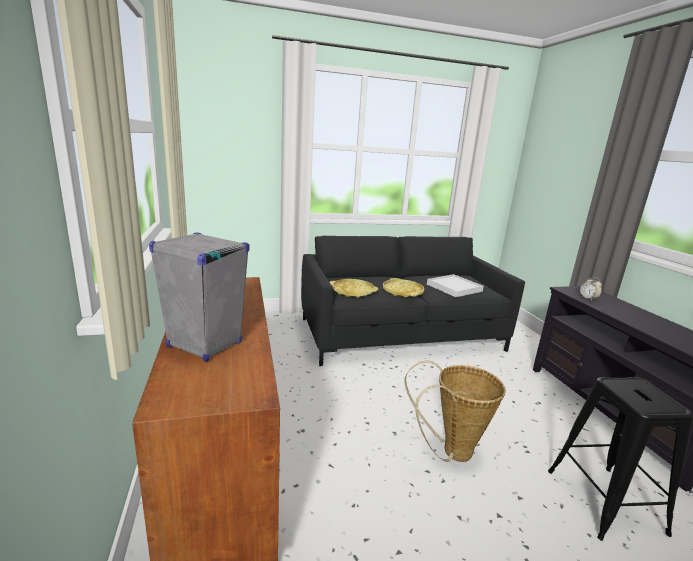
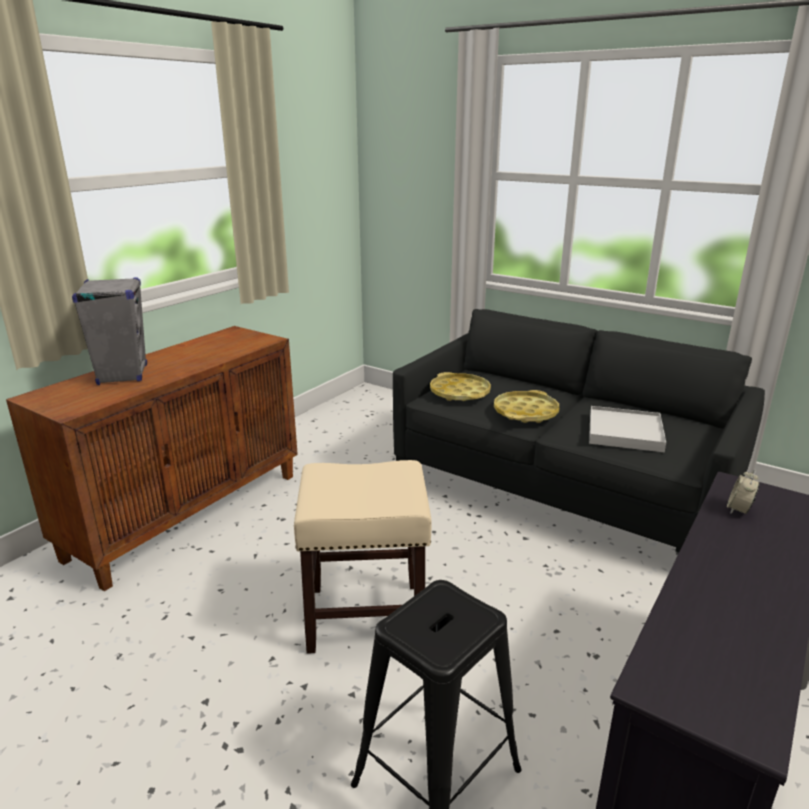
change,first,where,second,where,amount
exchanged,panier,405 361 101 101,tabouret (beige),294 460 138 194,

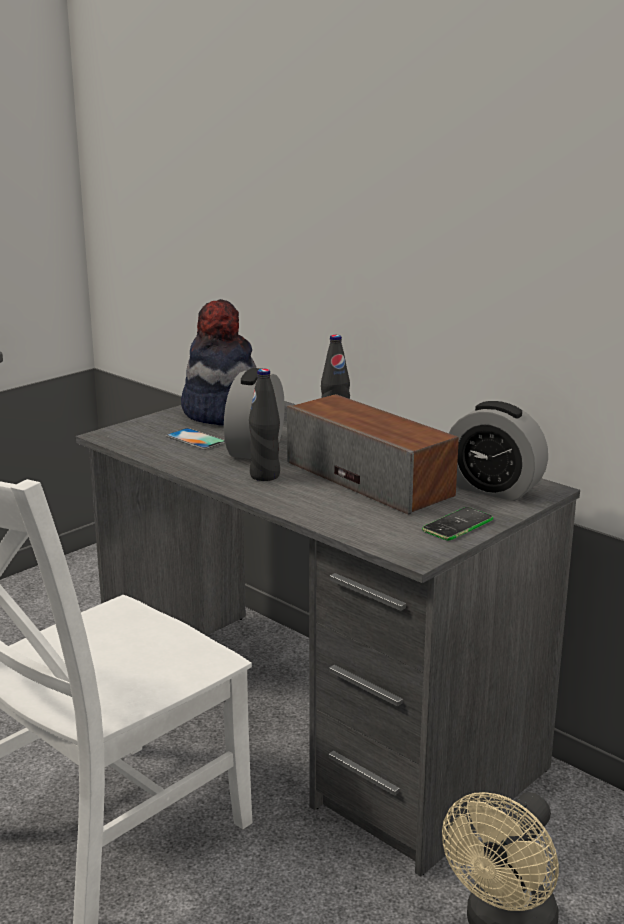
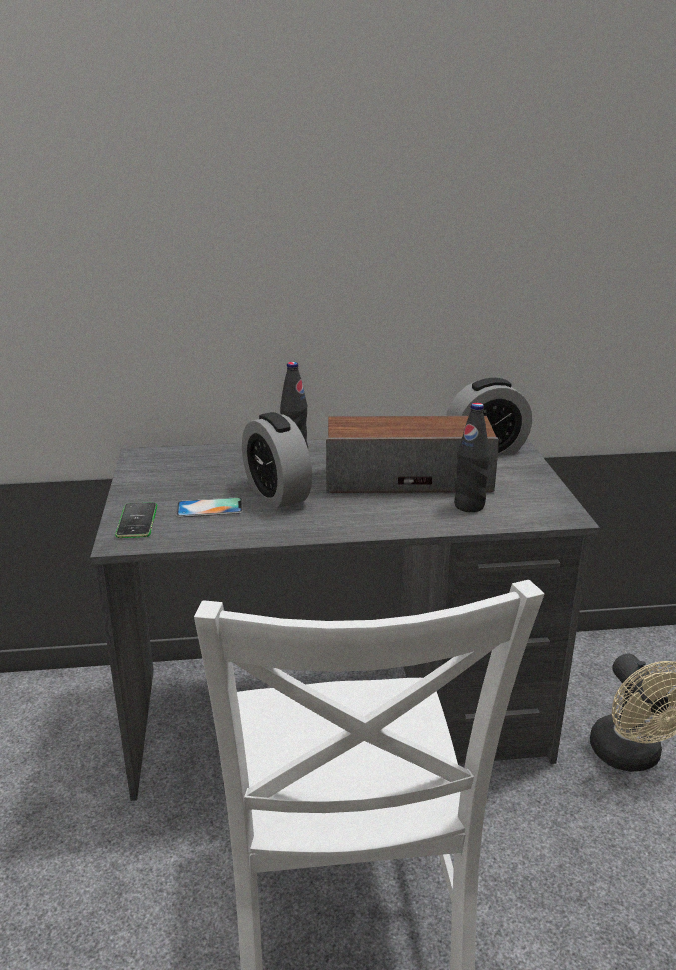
change,first,where,second,where,amount
missing,chapeau,181 299 75 127,,,
relocated,bouteille (noir),249 369 31 112,,454 403 36 109,
relocated,téléphone,422 507 71 33,,115 503 42 35,

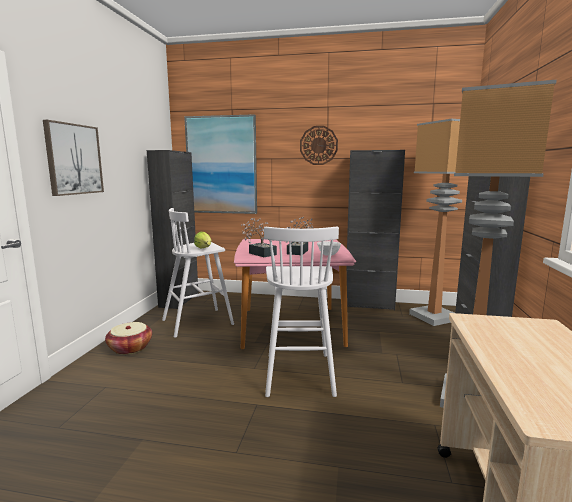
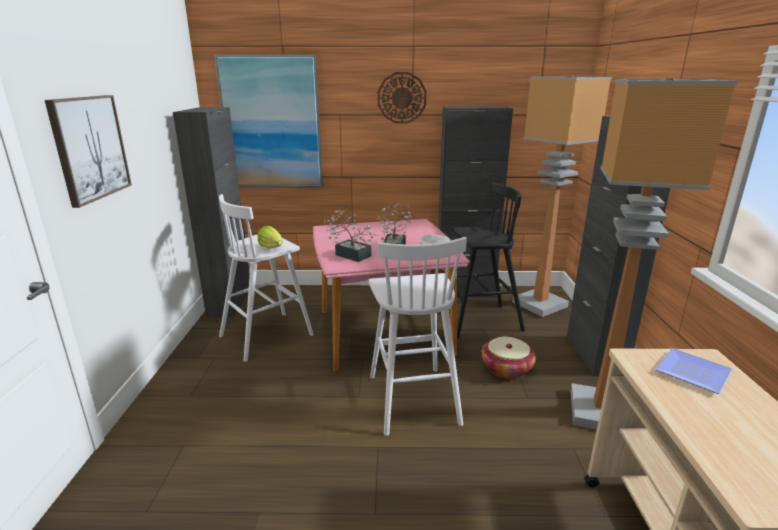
change,first,where,second,where,amount
relocated,panier,105 322 47 33,,481 337 55 42,
appeared,,,tabouret (noir),451 183 74 156,
appeared,,,assiette,655 348 78 46,

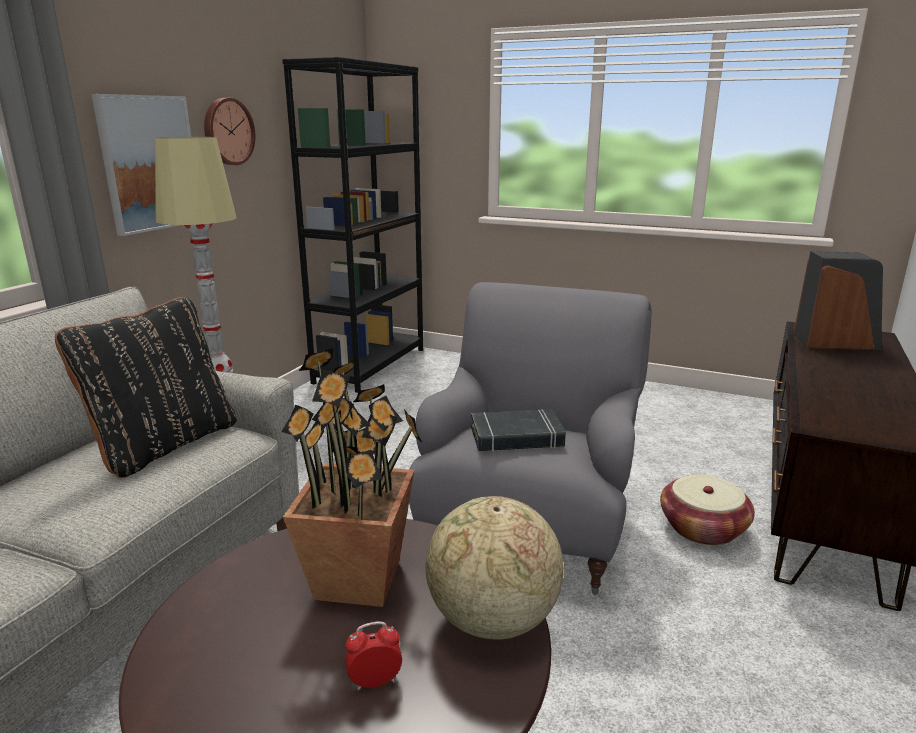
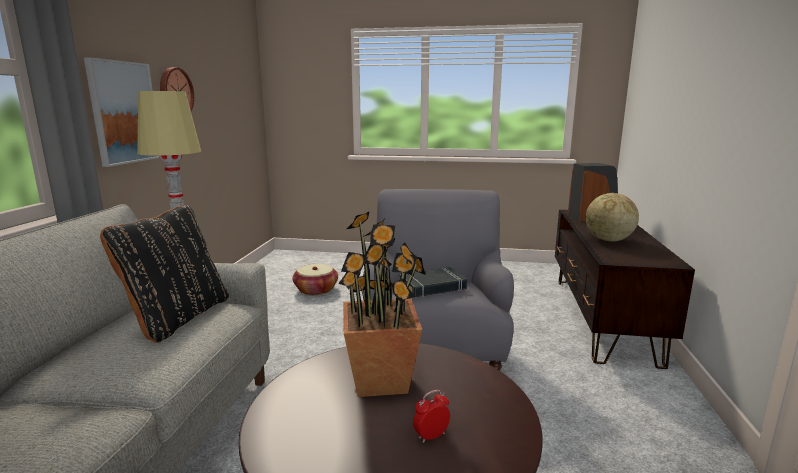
change,first,where,second,where,amount
missing,bibliothèque (noir),282 57 141 336,,,
relocated,panier,660 474 95 71,,292 264 46 31,
relocated,globe,425 496 139 144,,585 193 54 48,

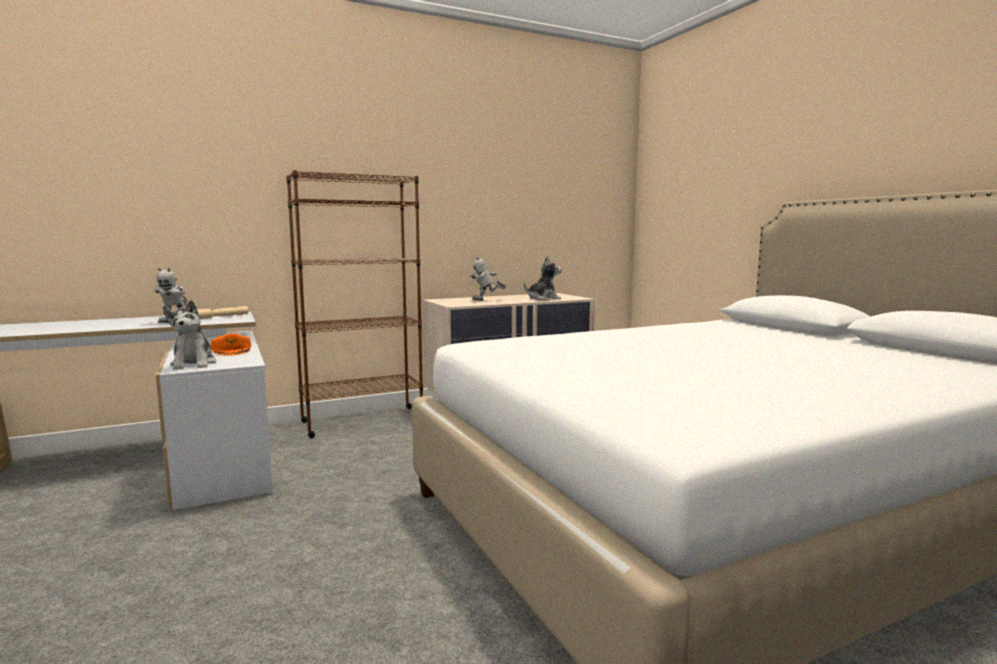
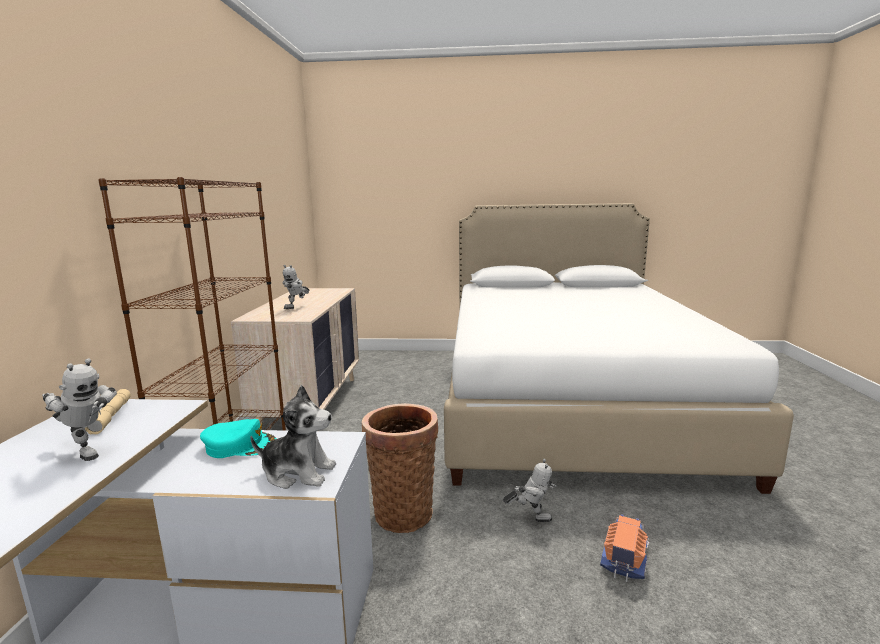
change,first,where,second,where,amount
missing,peluche,524 256 38 44,,,
colour,casquette (orange),210 333 41 23,casquette (turquoise),200 419 77 39,
appeared,,,panier,362 403 76 130,
appeared,,,robot jouet,503 459 53 63,
appeared,,,camion jouet,600 514 49 68,

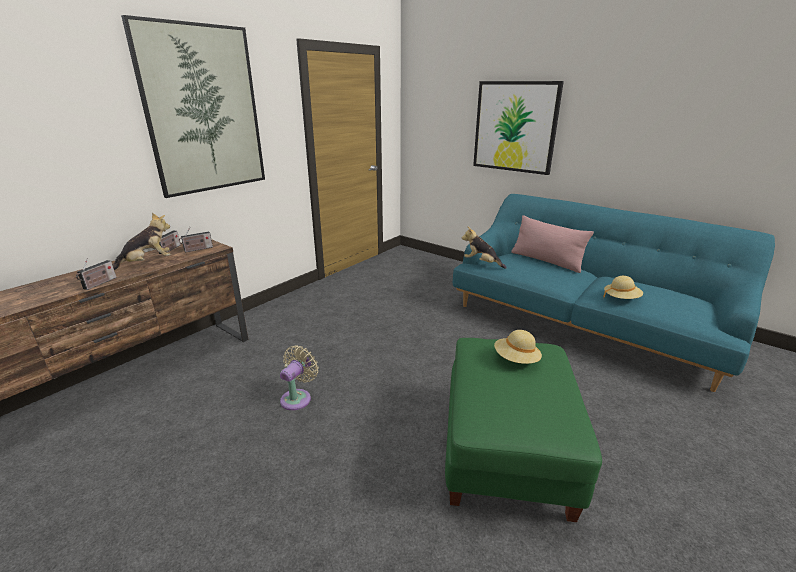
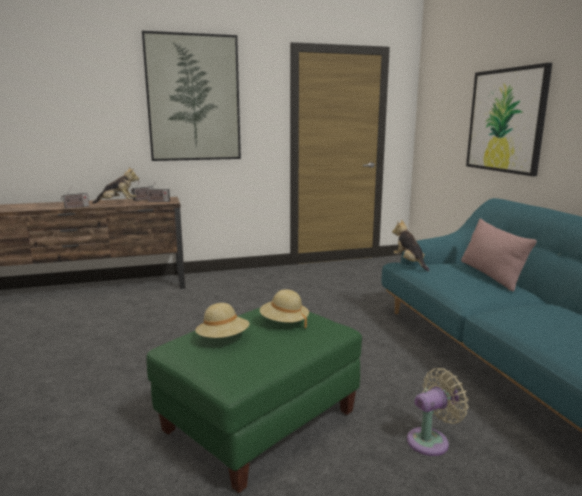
change,first,where,second,where,amount
relocated,chapeau (beige),604 276 39 23,,195 303 54 35,
relocated,ventilateur (beige),280 345 39 65,,407 368 62 88,

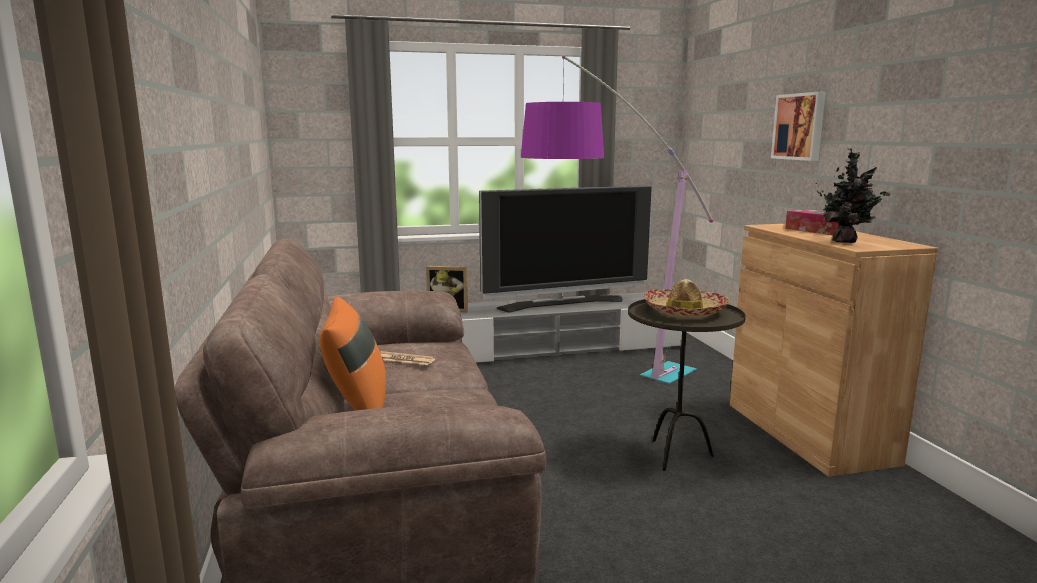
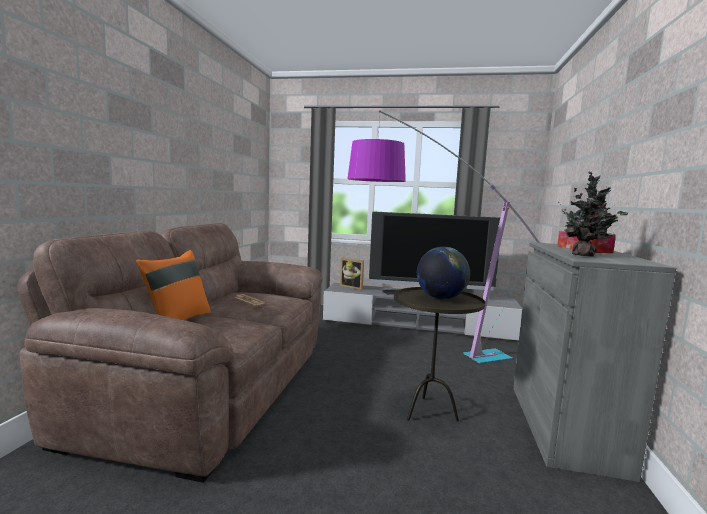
change,first,where,second,where,amount
missing,tableau,771 92 55 69,,,
colour,meuble de rangement (marron),730 224 208 253,meuble de rangement (gris),513 242 163 240,
exchanged,chapeau,643 279 87 39,globe,416 247 54 52,

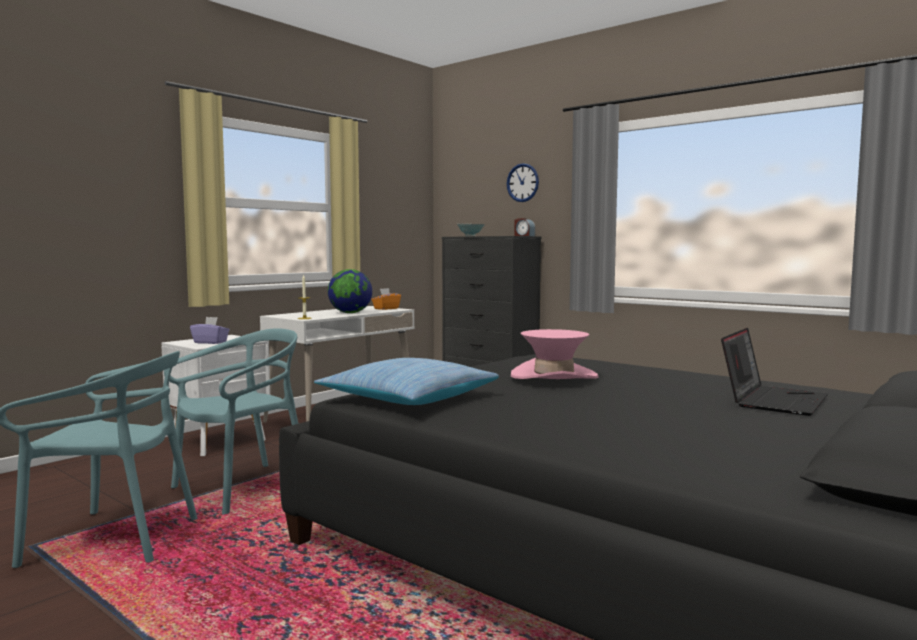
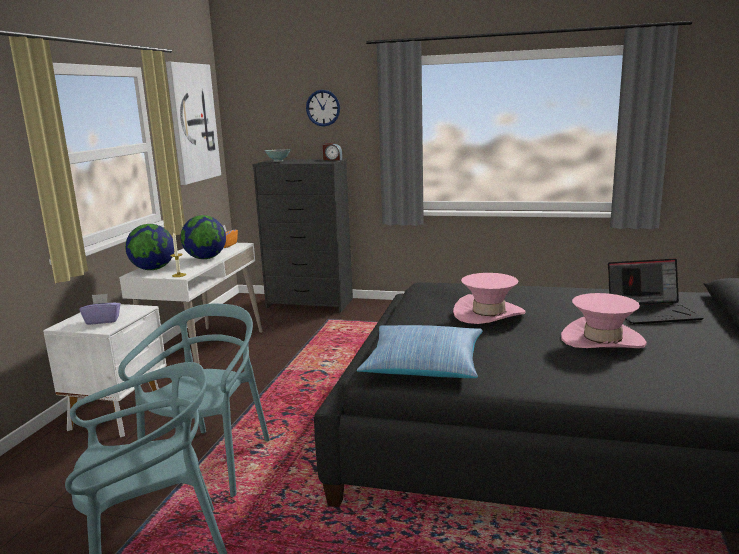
change,first,where,second,where,amount
spun,ordinateur portable,721 328 107 88,,608 258 96 66,75 degrees clockwise
appeared,,,tableau,166 62 55 123,
appeared,,,globe,125 224 49 46,
appeared,,,chapeau (rose),561 293 85 55,

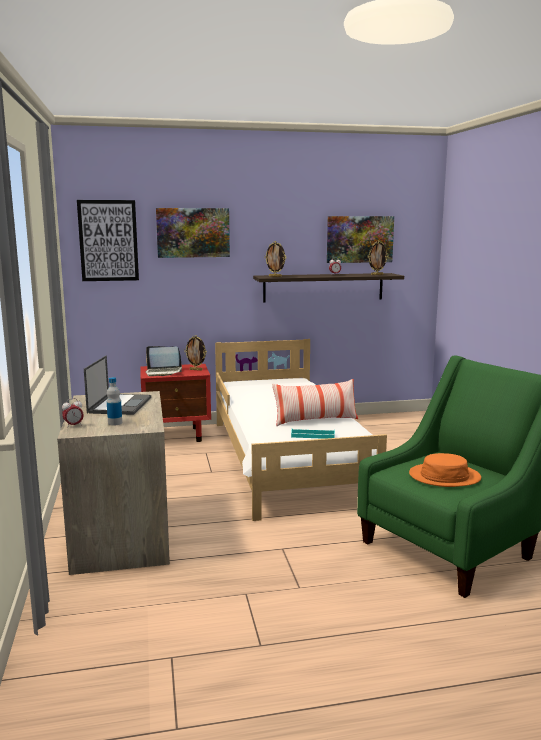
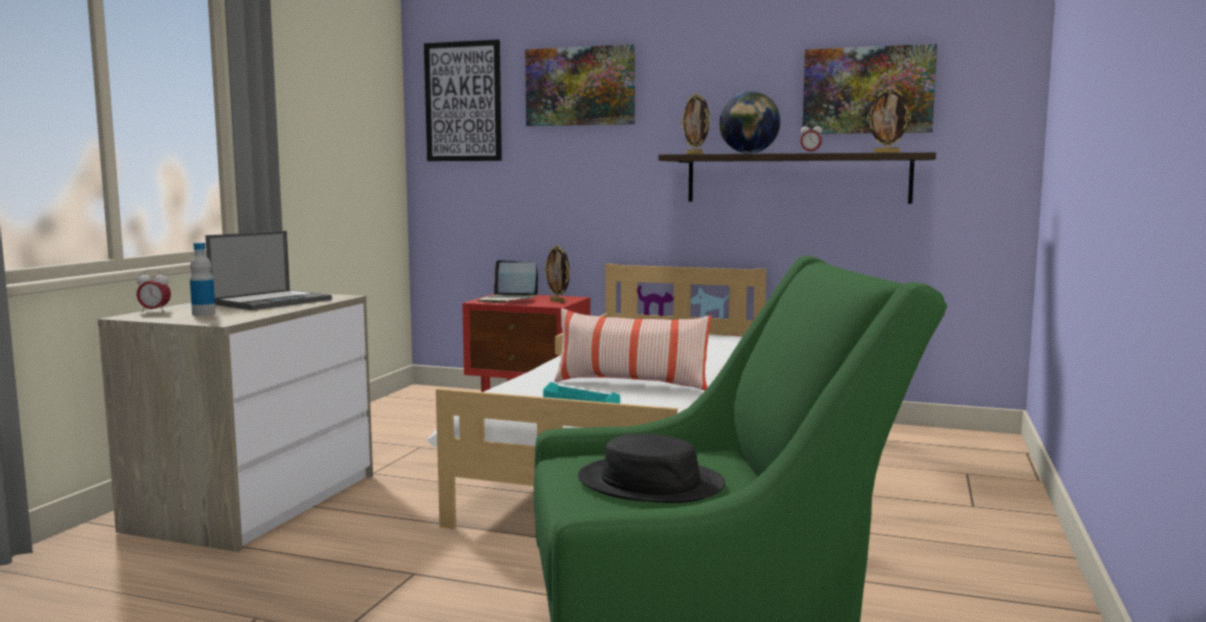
change,first,where,second,where,amount
colour,chapeau (orange),409 453 72 34,chapeau (noir),578 434 147 69,
appeared,,,globe,719 91 62 63,

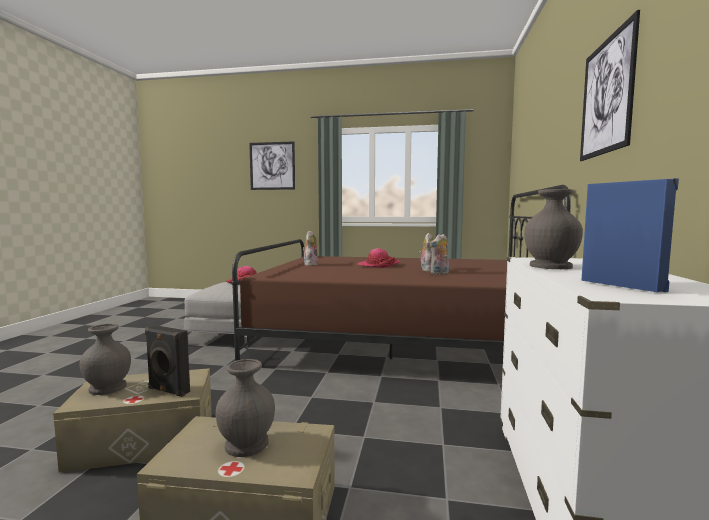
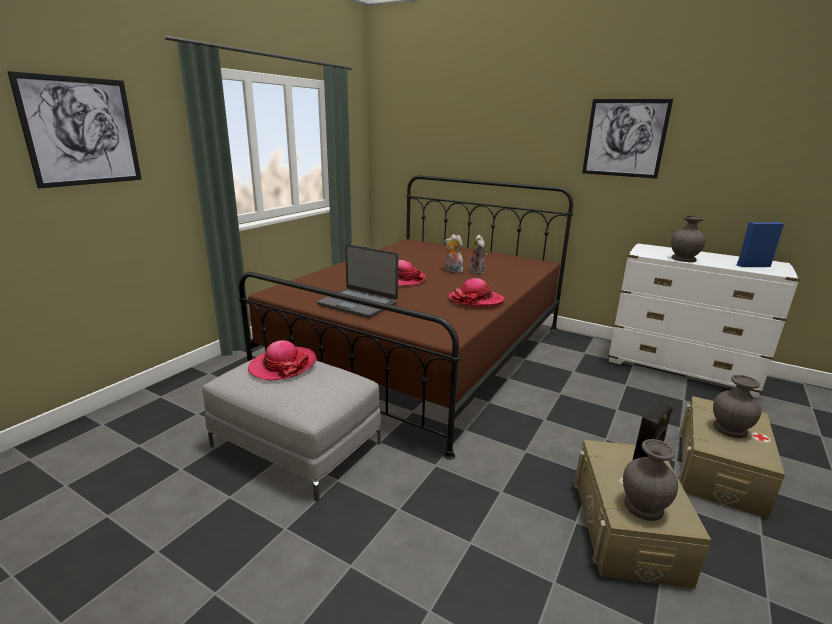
change,first,where,second,where,amount
exchanged,peluche,303 231 15 35,ordinateur portable,317 244 81 74,
appeared,,,chapeau,448 278 57 29,

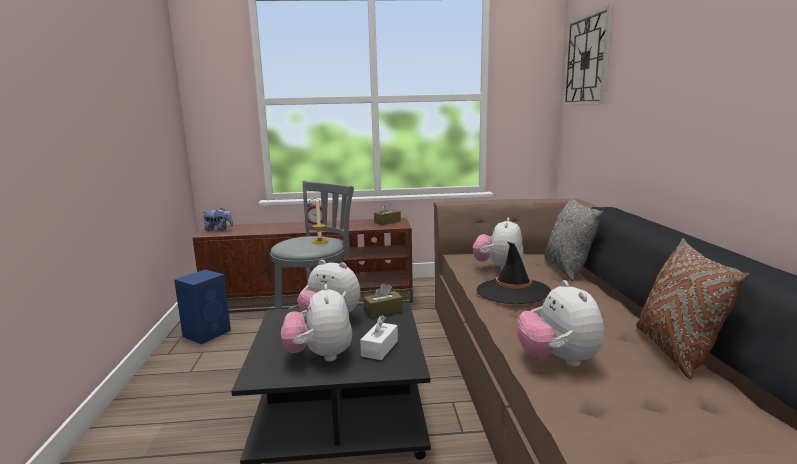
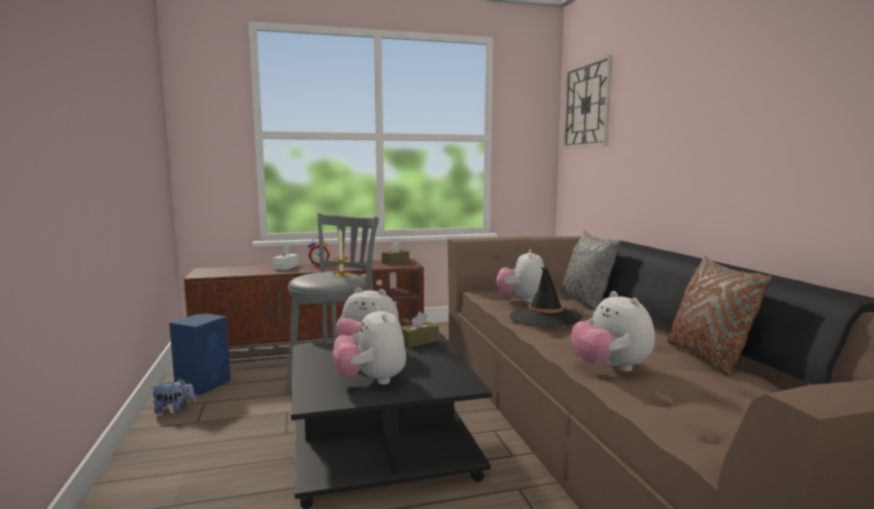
change,first,where,second,where,amount
relocated,peluche,202 208 31 23,,150 378 46 36,
relocated,boîte à mouchoirs (blanc),360 315 38 45,,272 245 26 25,

